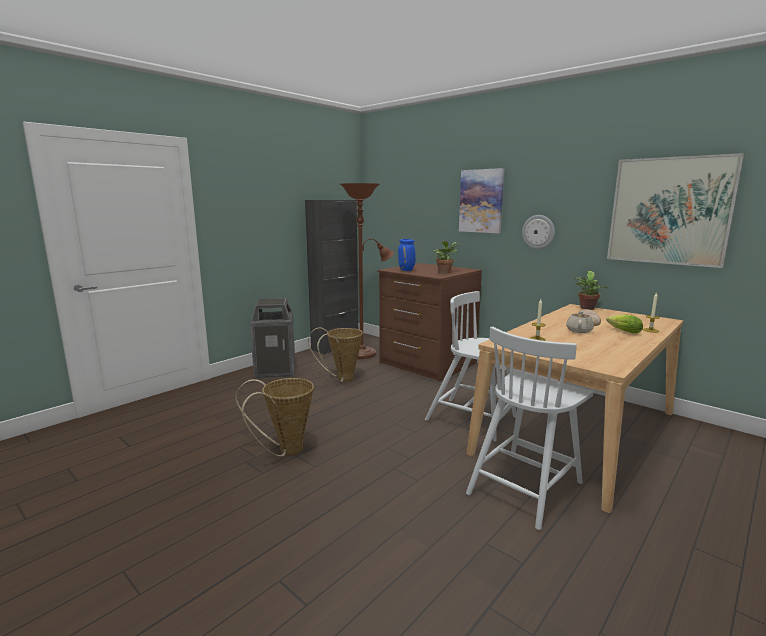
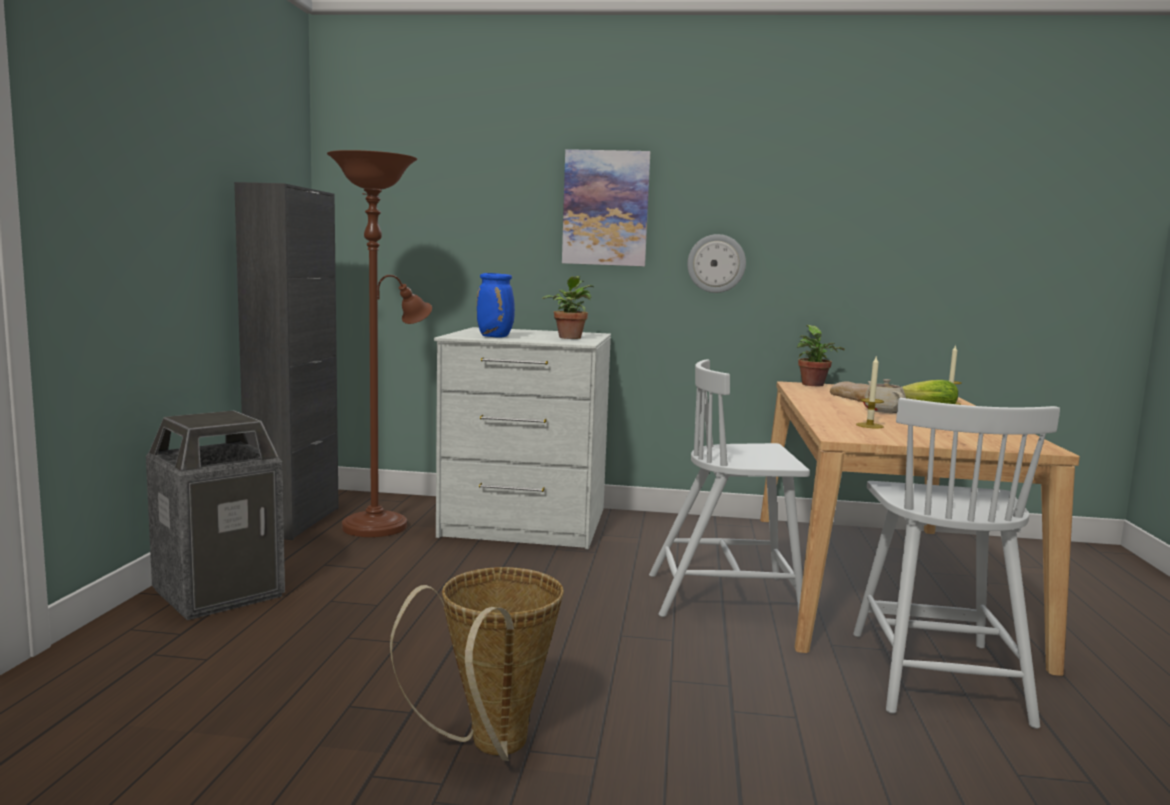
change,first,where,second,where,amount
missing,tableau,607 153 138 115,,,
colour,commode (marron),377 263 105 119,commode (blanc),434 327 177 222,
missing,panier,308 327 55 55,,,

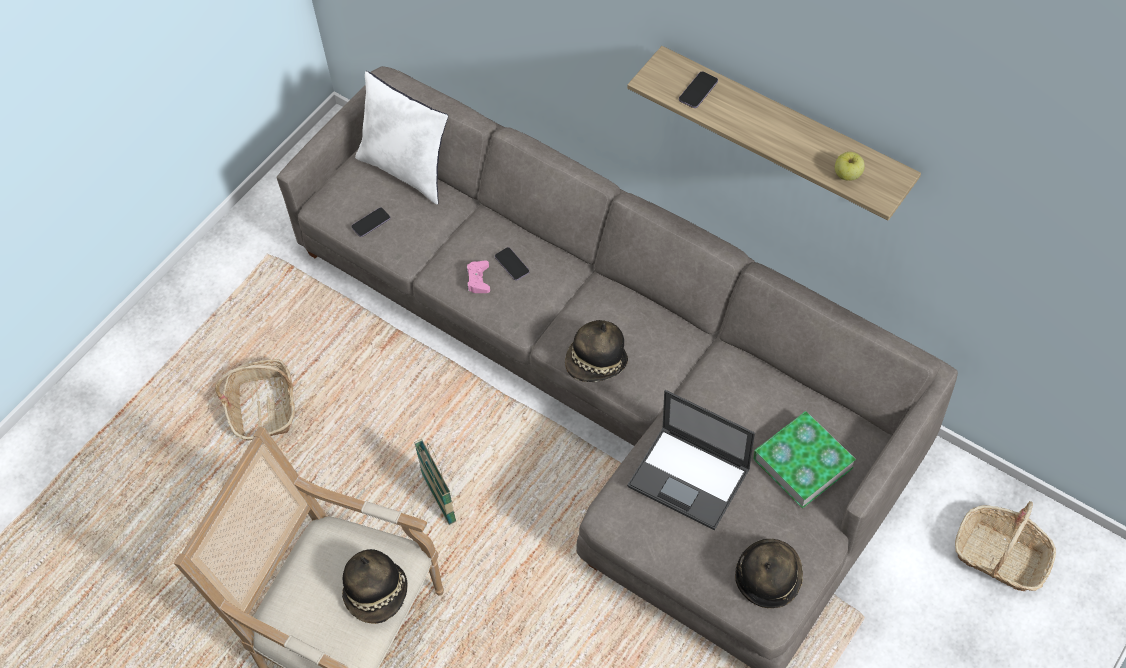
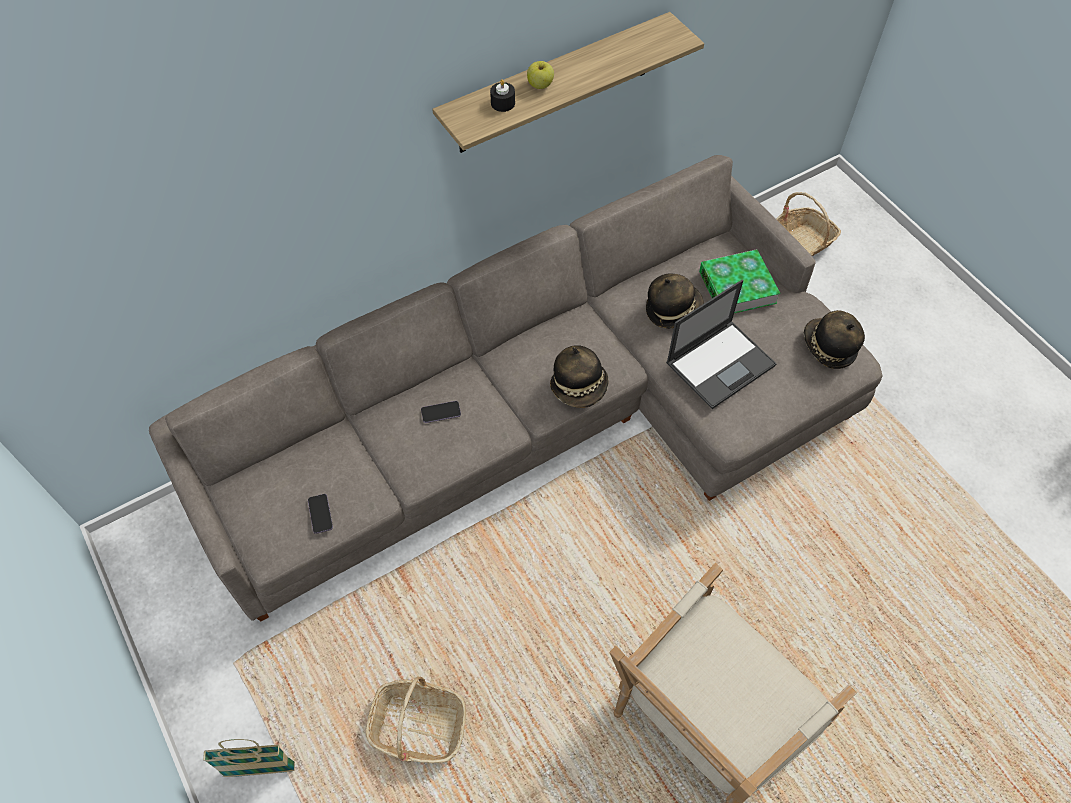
change,first,where,second,where,amount
missing,coussin (blanc),355 71 93 134,,,
exchanged,téléphone,679 71 39 37,bougie (noir),490 79 25 33,
relocated,pomme,835 152 30 29,,527 61 27 28,
missing,manette (rose),467 260 23 33,,,
relocated,panier,414 439 43 86,,203 739 92 38,
relocated,chapeau,342 549 66 75,,646 274 58 54,

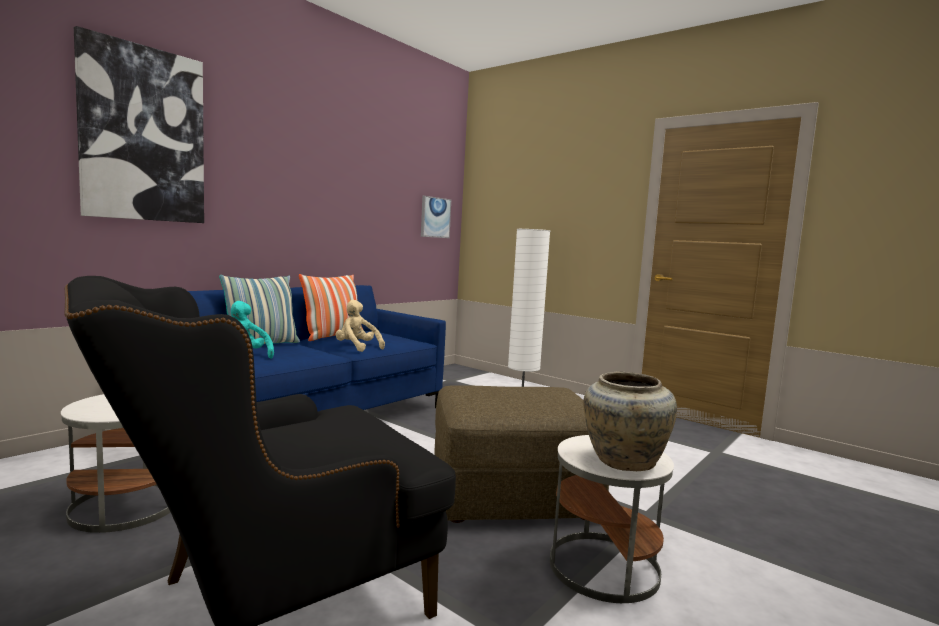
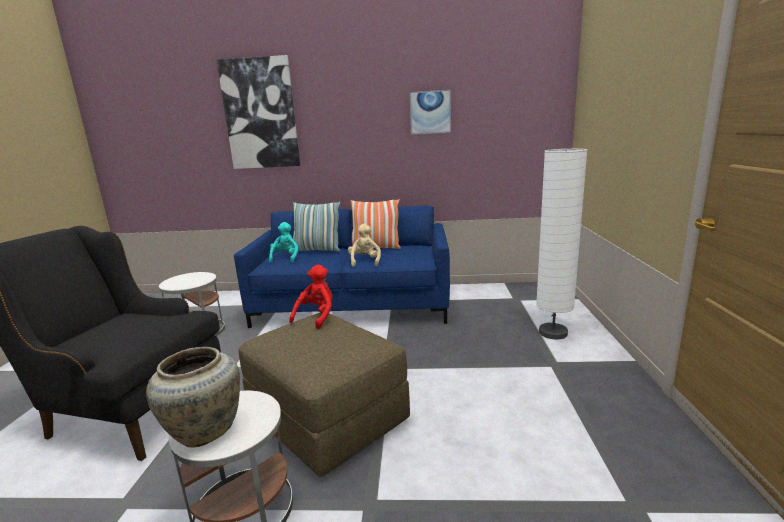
change,first,where,second,where,amount
relocated,tableau,421 196 30 42,,409 90 42 45,
appeared,,,peluche (rouge),289 265 43 64,

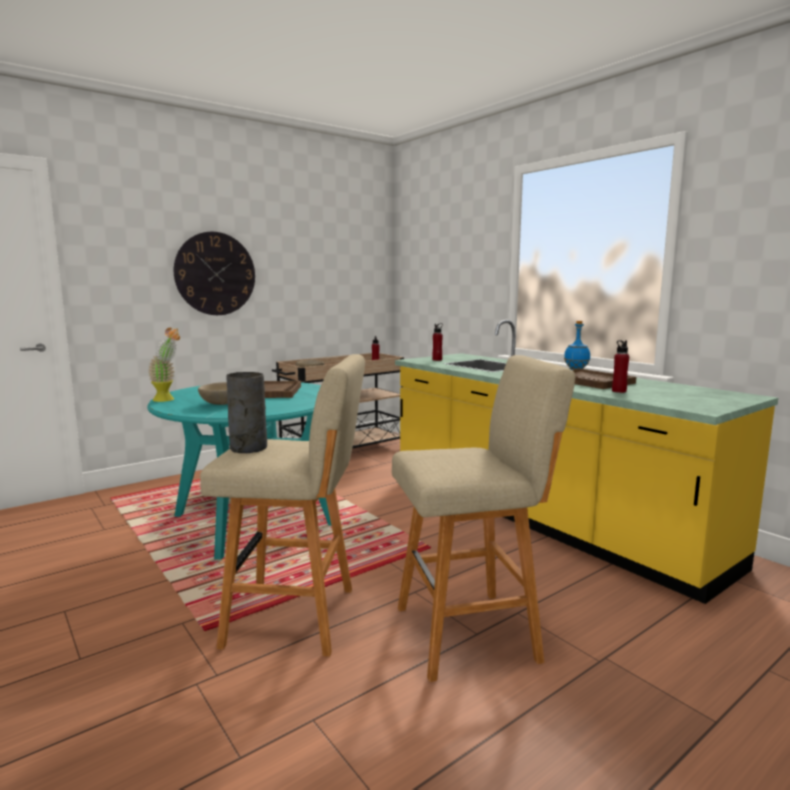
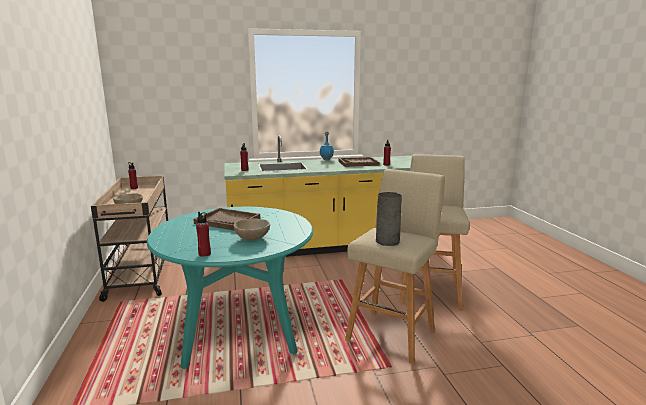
change,first,where,second,where,amount
missing,horloge murale,174 232 81 83,,,
exchanged,plante en pot,148 328 32 74,bouteille (rouge),196 212 15 45,

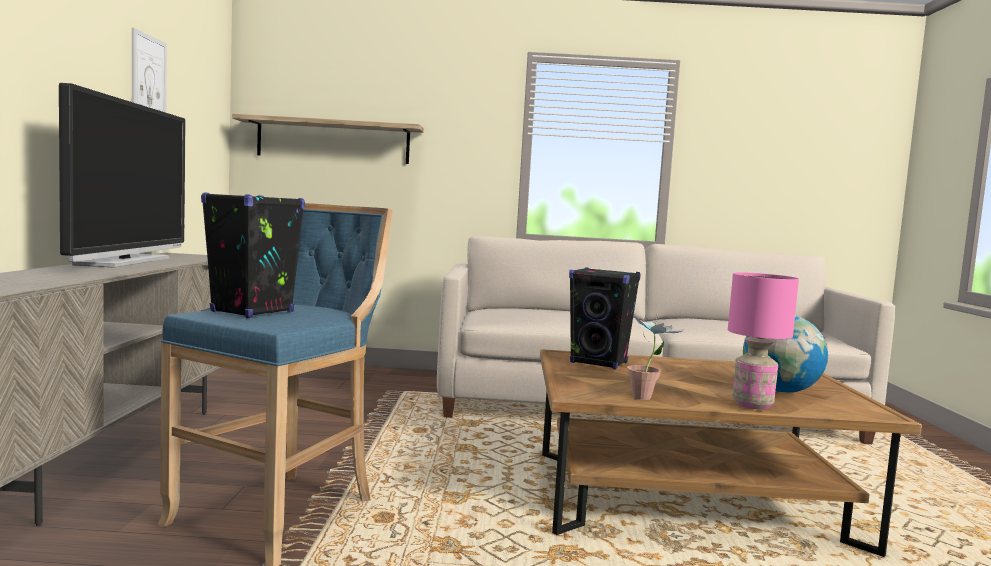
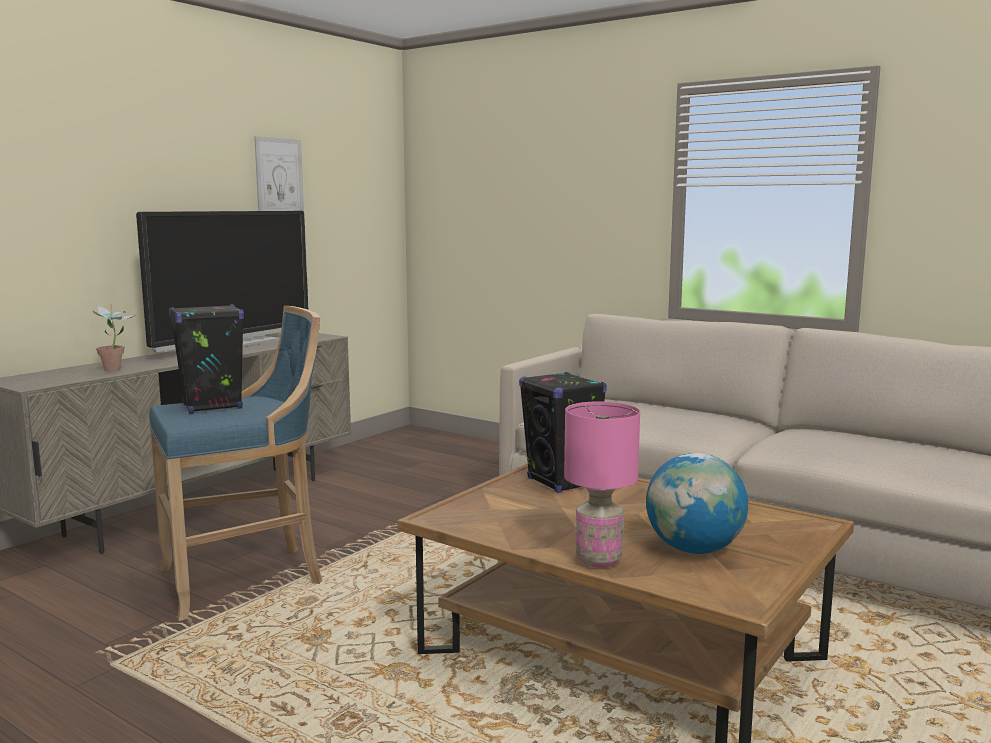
change,first,where,second,where,amount
missing,étagère,232 114 192 50,,,
relocated,plante en pot,627 314 58 86,,92 304 45 67,

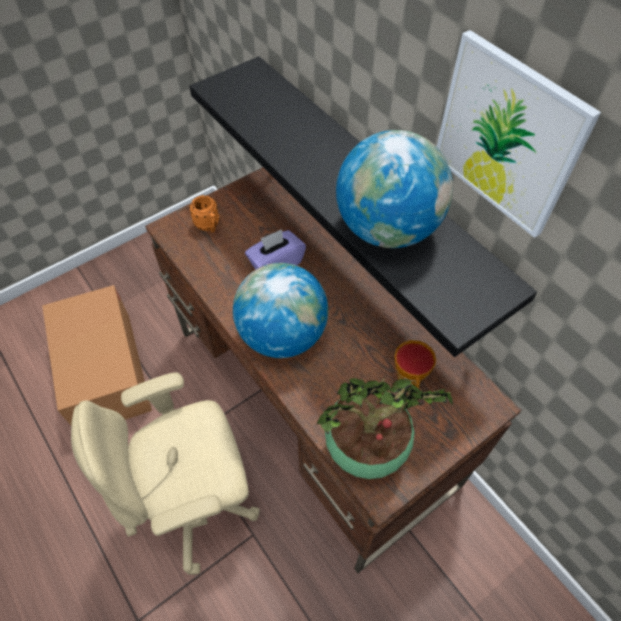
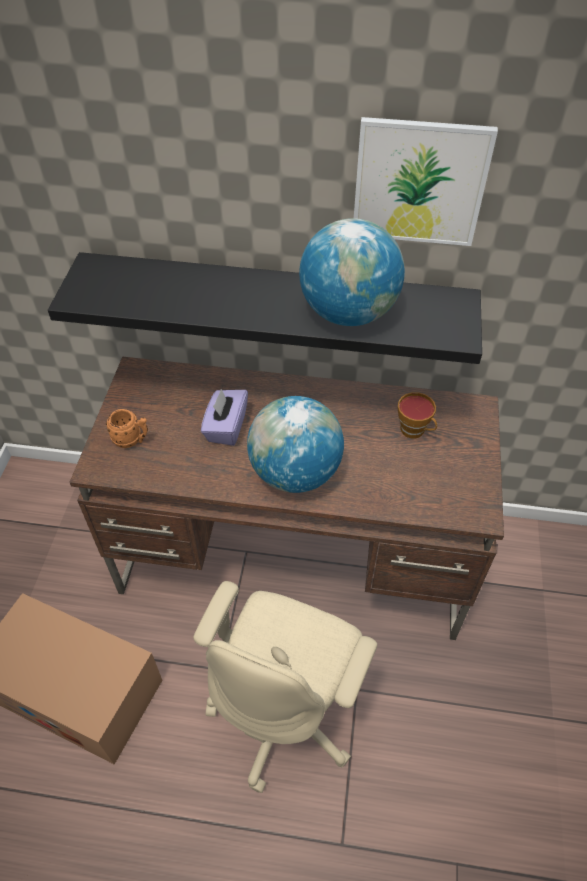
change,first,where,second,where,amount
missing,plante en pot,317 378 136 101,,,

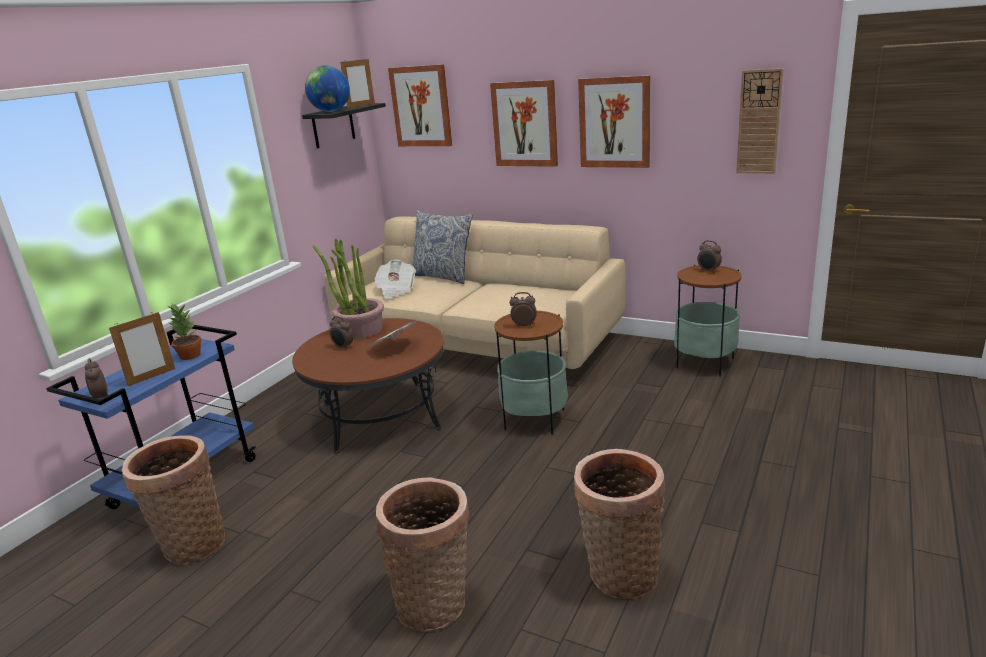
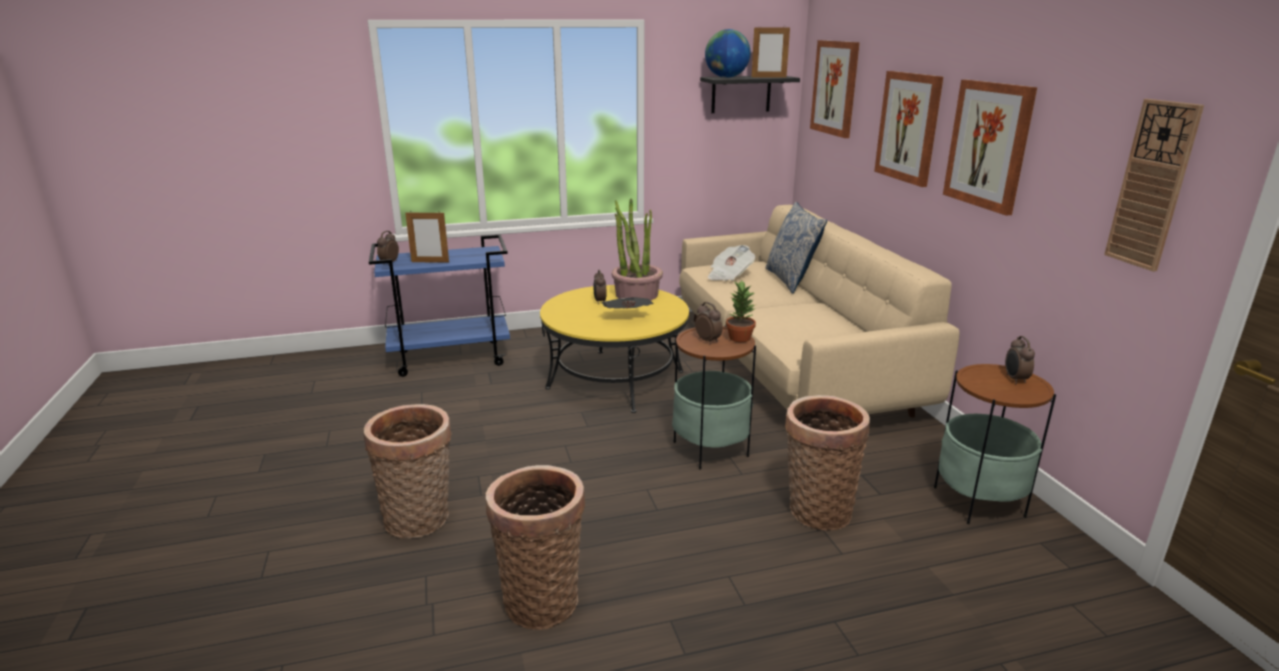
change,first,where,second,where,amount
relocated,plante en pot,166 304 36 56,,726 280 31 62,
colour,table basse (marron),292 318 152 136,table basse (jaune),540 285 149 128,
relocated,panier,122 435 103 129,,785 395 85 136,

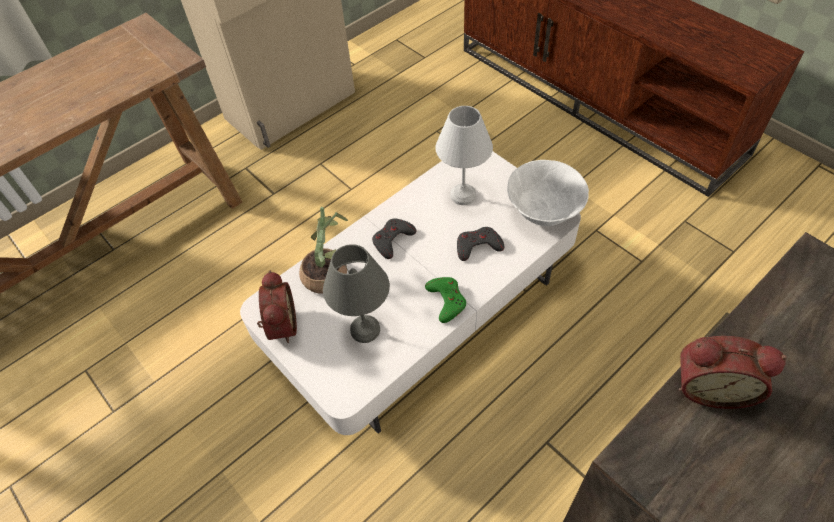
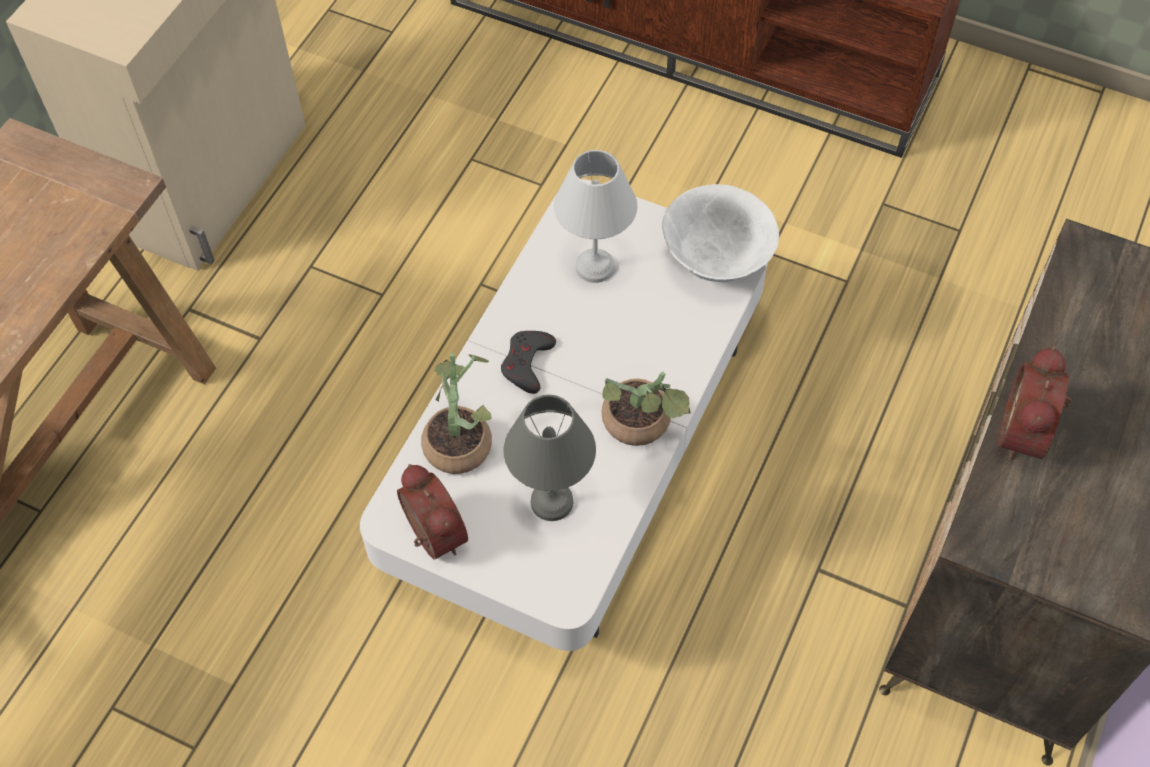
change,first,where,second,where,amount
missing,manette (gris),457 227 47 34,,,
exchanged,manette (vert),425 277 41 46,plante en pot,601 371 89 75,
spun,réveil,679 336 108 73,,998 346 74 115,120 degrees clockwise

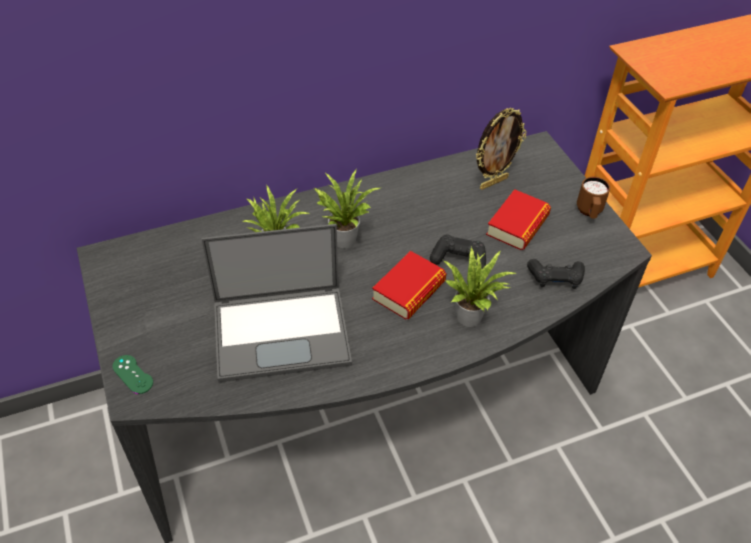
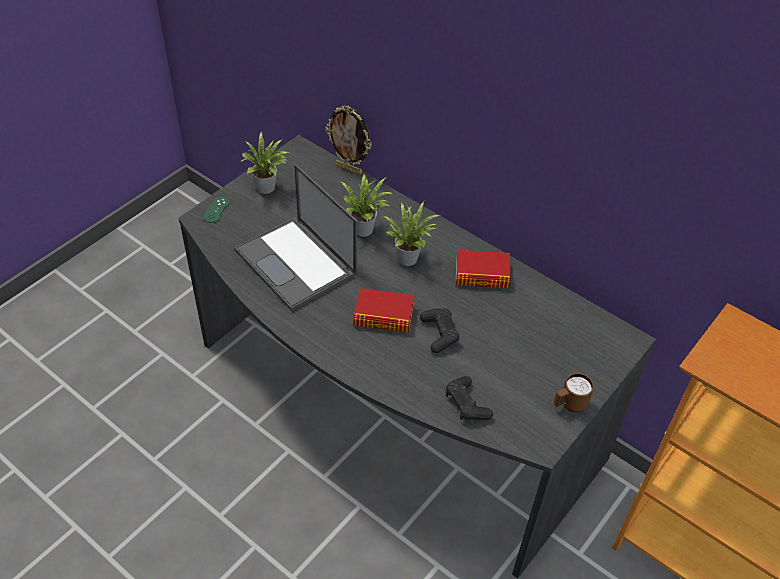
change,first,where,second,where,amount
relocated,cadre photo,476 108 51 82,,325 106 47 68,
relocated,livre,486 189 65 61,,456 250 55 38,
relocated,plante en pot,444 247 72 80,,241 132 48 62,

